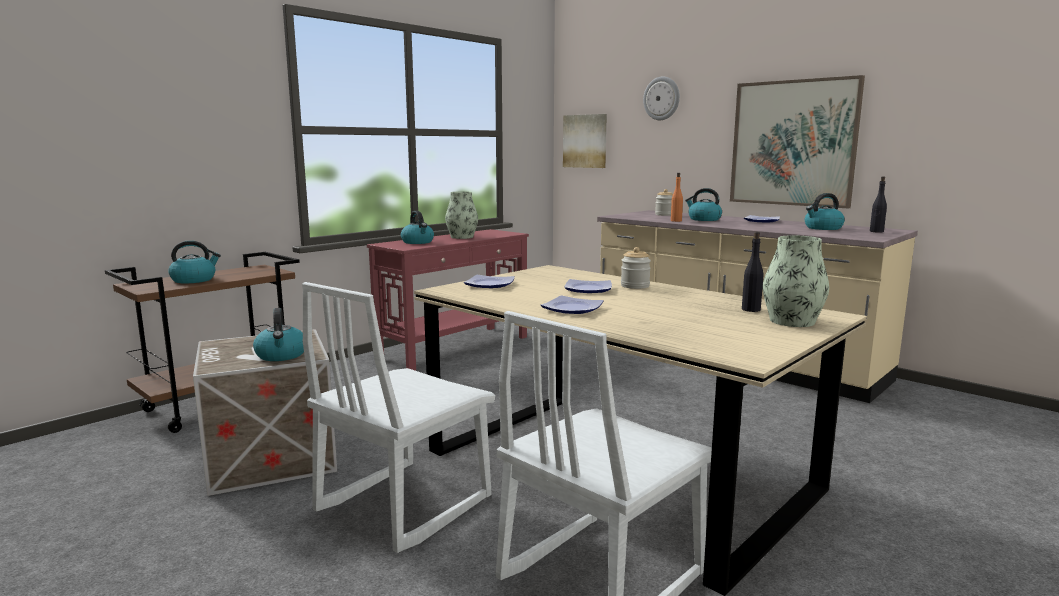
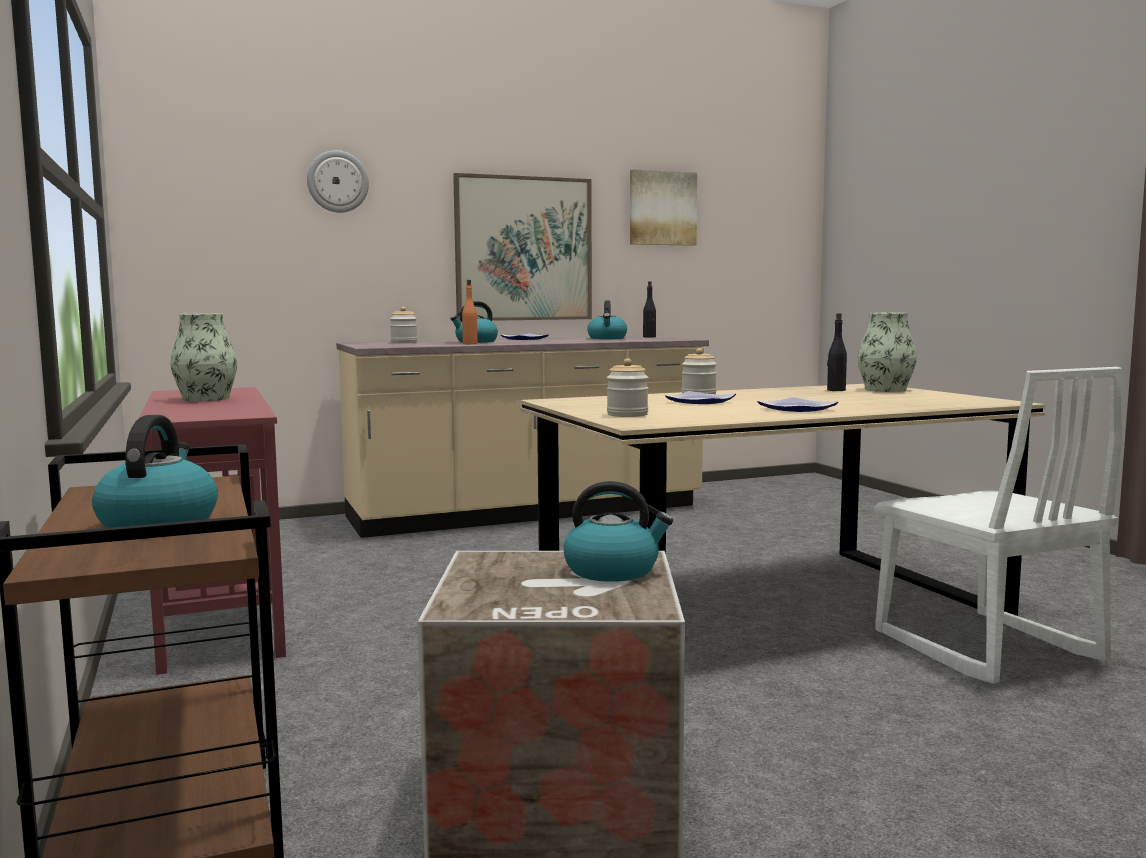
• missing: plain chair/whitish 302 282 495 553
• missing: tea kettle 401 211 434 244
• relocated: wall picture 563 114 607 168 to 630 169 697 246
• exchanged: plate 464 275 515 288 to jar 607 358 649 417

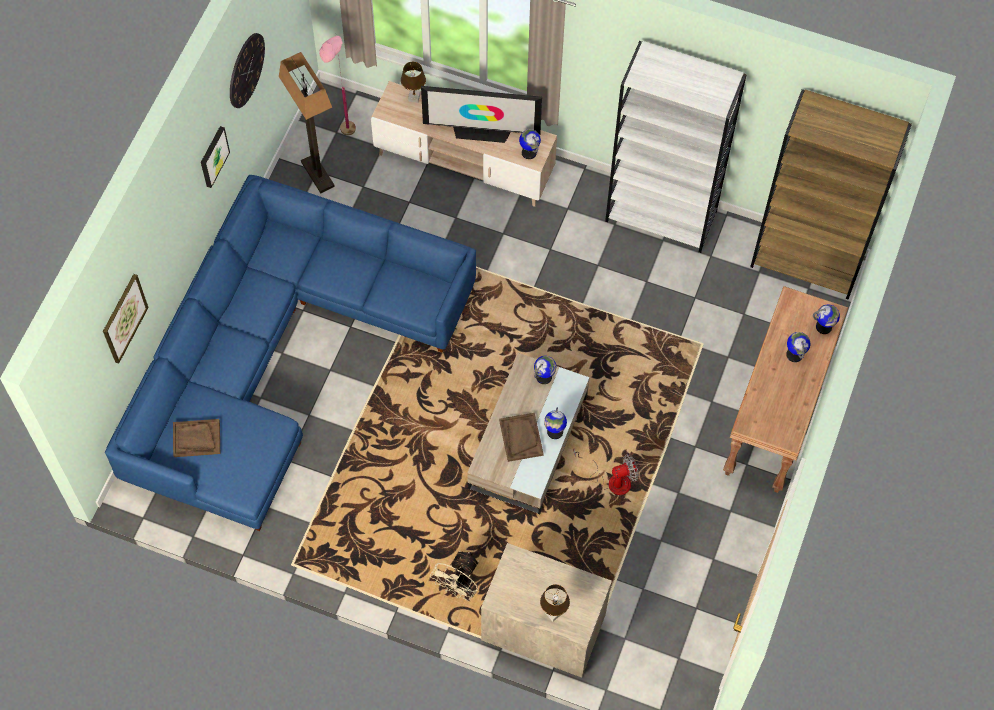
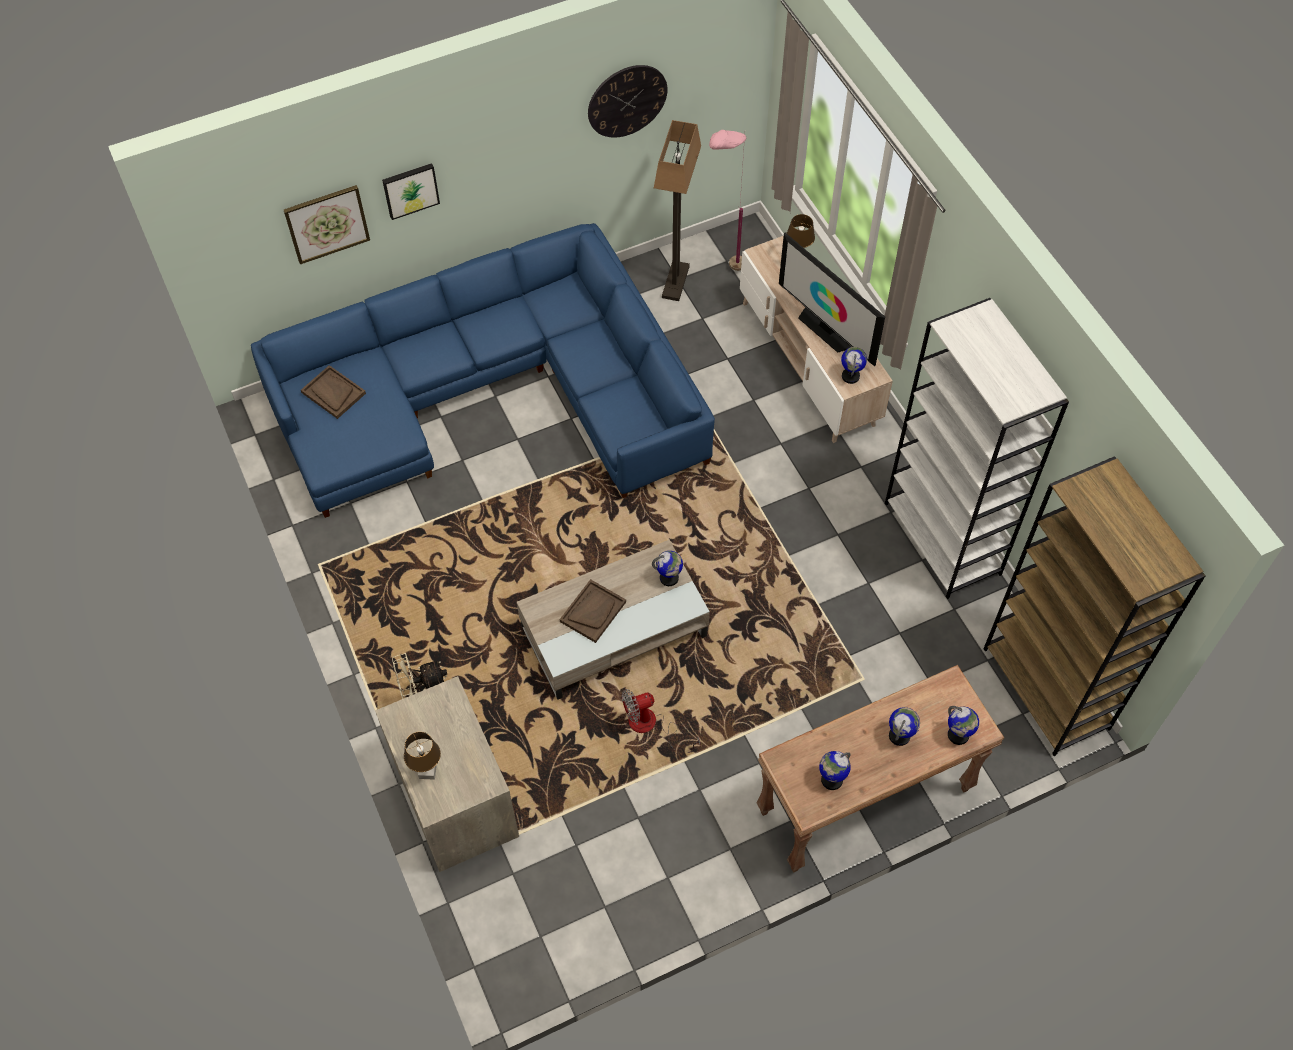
• relocated: wall picture 201 126 230 188 to 382 163 440 220
• relocated: world globe 544 407 567 439 to 819 751 851 790
• spun: electric fan 573 449 639 495 = 622 689 701 753 135 degrees clockwise

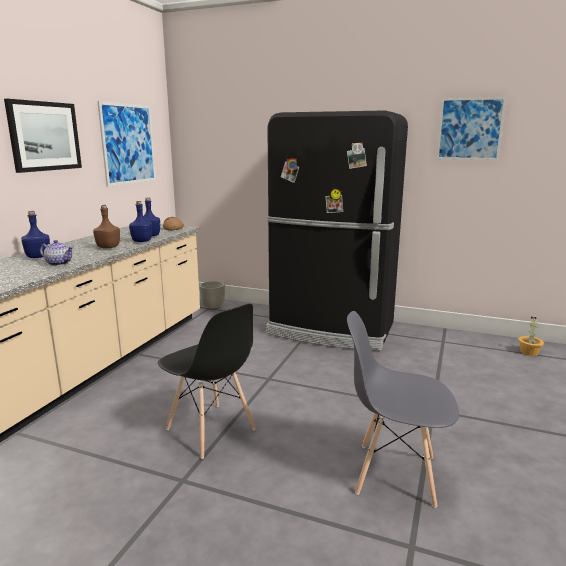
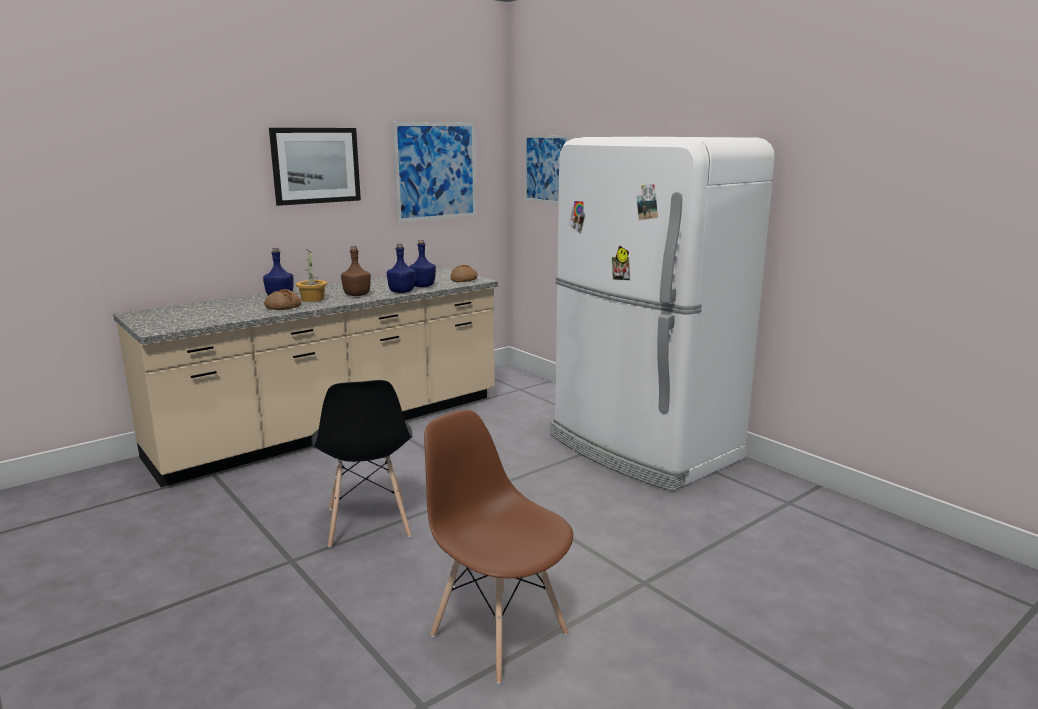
• missing: planter 199 281 225 310
• relocated: wall picture 437 97 506 160 to 525 135 569 204
• relocated: houseplant 518 317 544 356 to 296 250 327 302
• exchanged: pot for tea 40 240 74 266 to baked bread 264 289 301 310
• colour: refrigerator/black-coloured 266 110 408 351 to refrigerator/whitish 550 137 775 491
• colour: plain chair/gray 347 311 459 508 to plain chair/brown-coloured 424 410 573 684

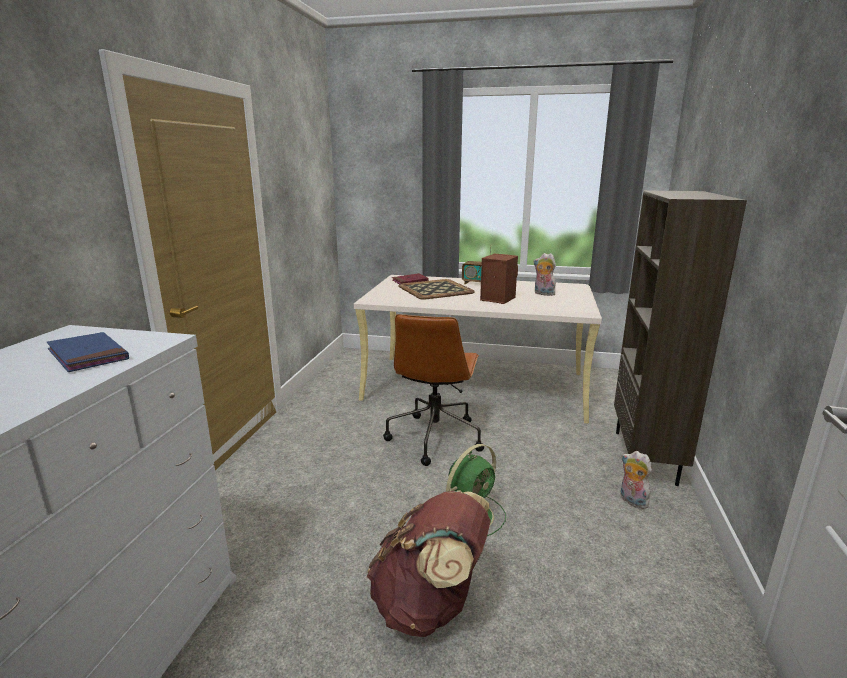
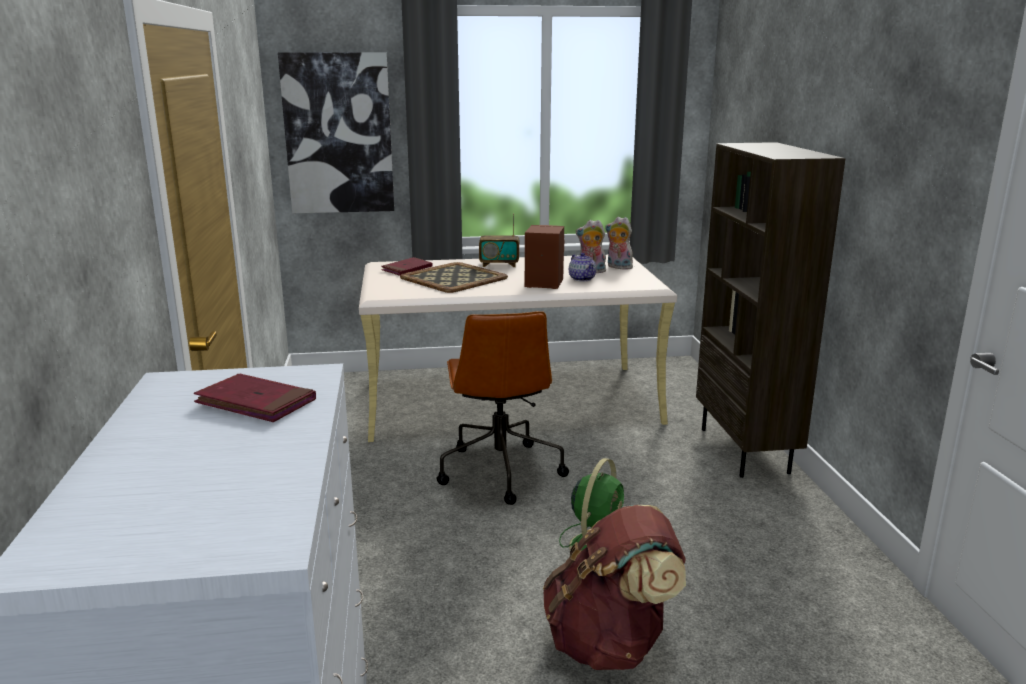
• appeared: wall picture 278 52 394 213
• appeared: pot for tea 569 253 596 282
• relocated: soft toy 621 451 652 509 to 605 217 633 270
• colour: bound book/blue 47 332 129 372 to bound book/red-coloured 194 374 316 422

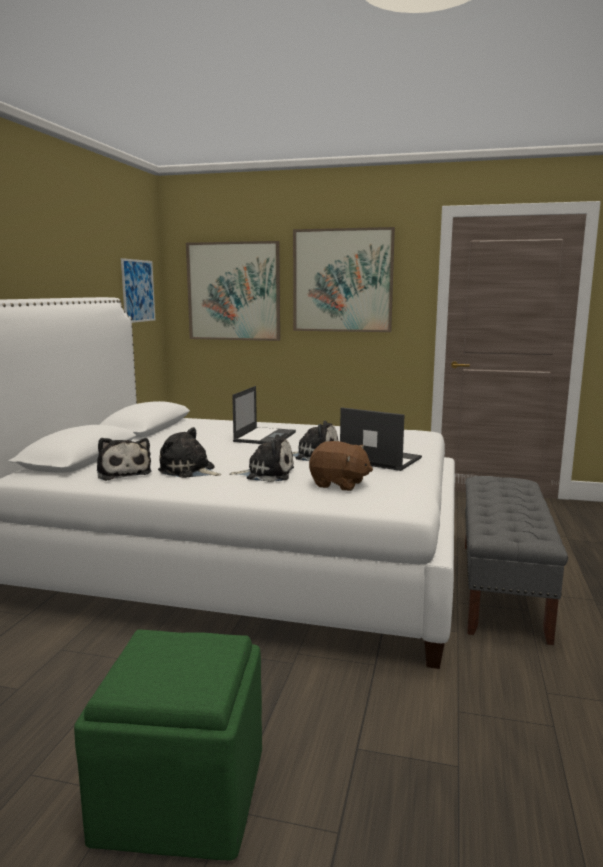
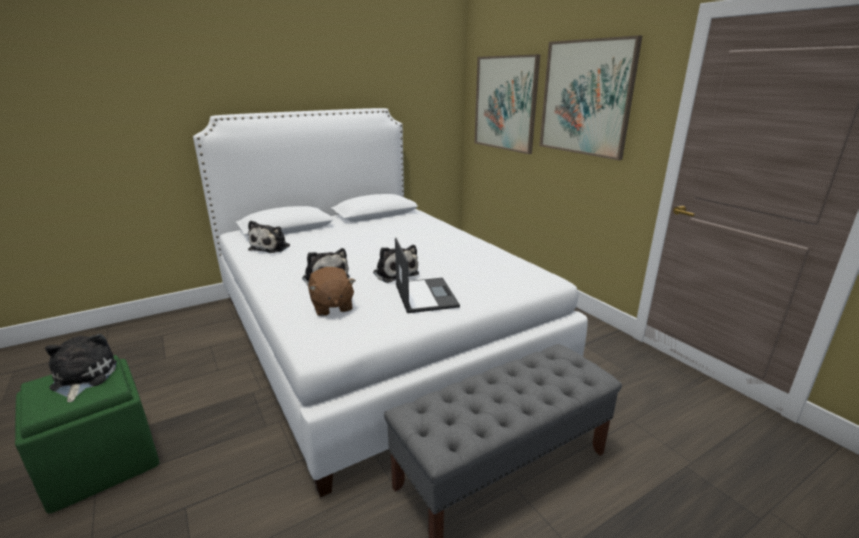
• missing: wall picture 121 258 155 323
• missing: laptop 232 386 296 444
• relocated: soft toy 158 427 222 478 to 45 334 117 402

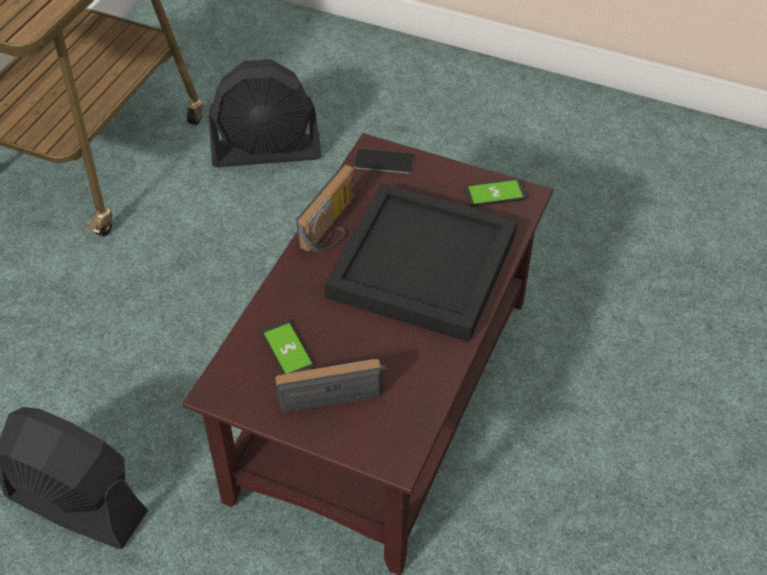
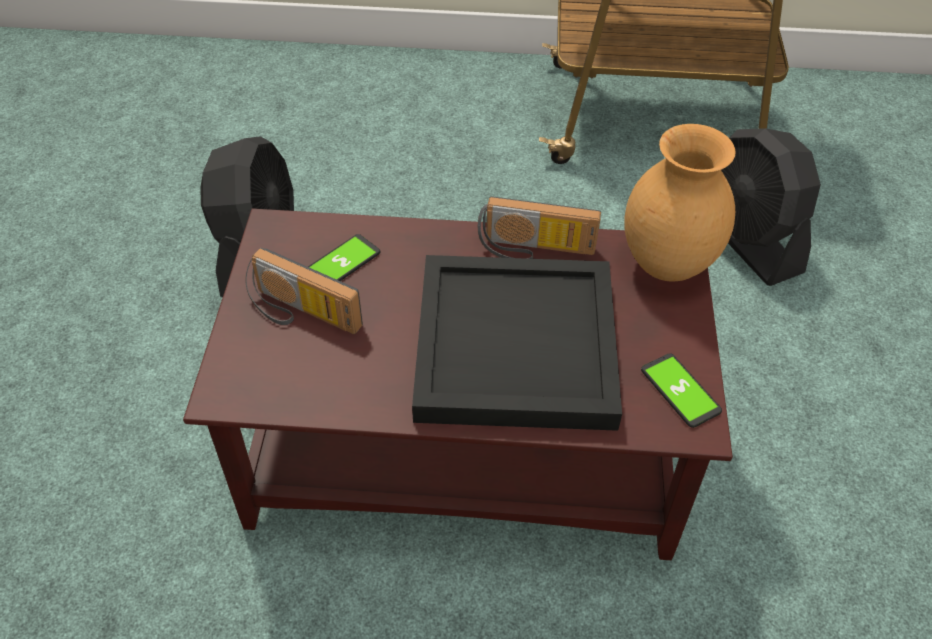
• exchanged: telephone 354 149 414 174 to flower vase/brown-coloured 624 124 736 282
• spun: radio 275 359 387 413 = 245 248 363 334 150 degrees clockwise

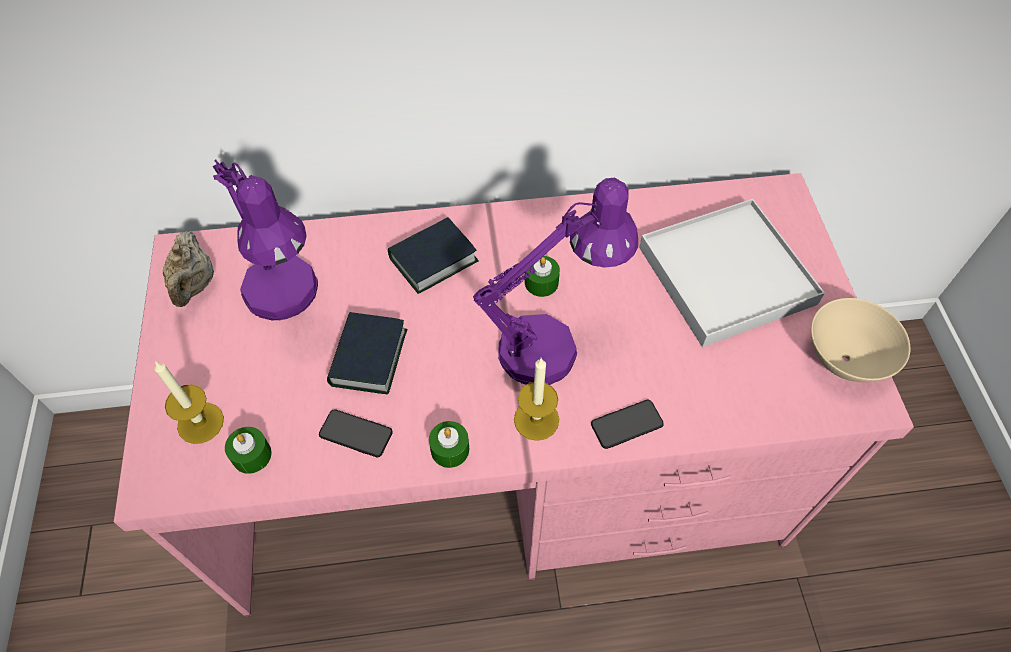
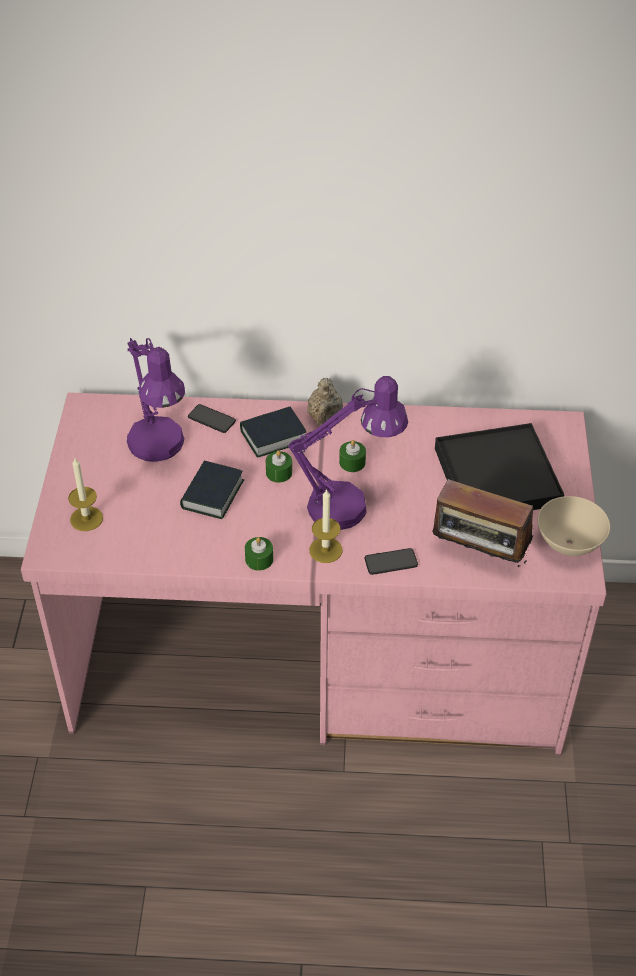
• appeared: radio 432 479 533 567
• relocated: pot for tea/beige-coloured 162 231 214 307 to 307 378 343 427
• relocated: wax light/greenish 225 427 272 474 to 266 450 292 483
• relocated: telephone 319 409 393 457 to 188 404 236 433
• colour: tray/whitish 639 199 825 347 to tray/black-coloured 435 423 564 510

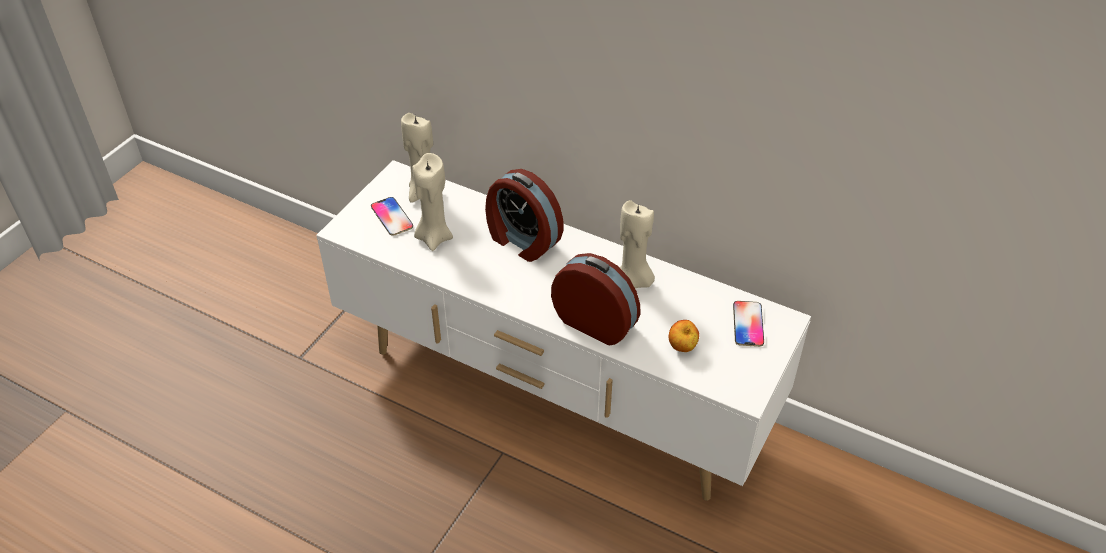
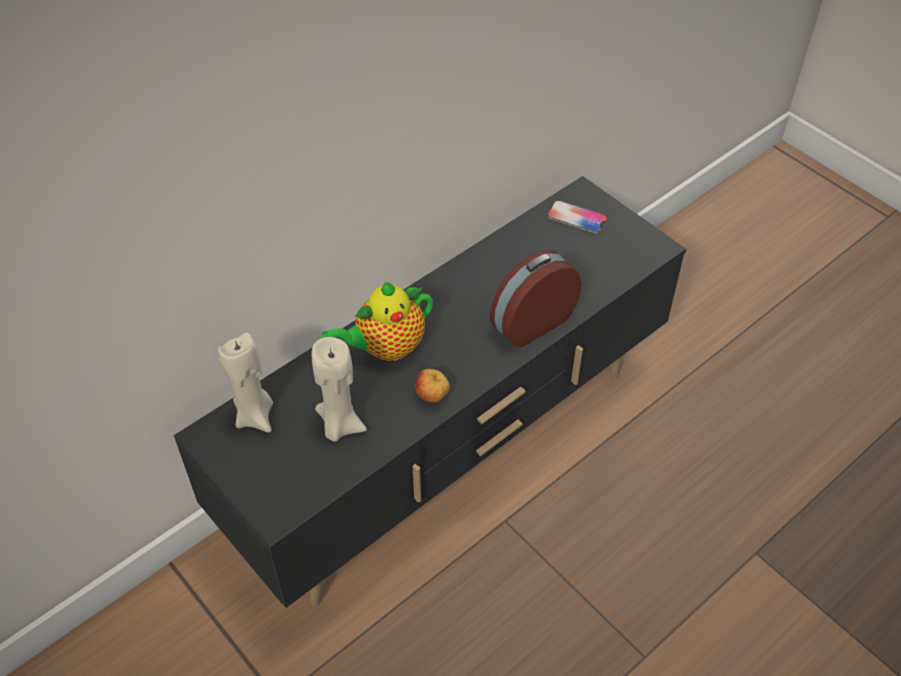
• missing: telephone 371 197 413 236
• missing: wax light/beige-coloured 620 200 655 288
• relocated: apple fruit 669 320 699 352 to 415 369 450 403
• exchanged: alarm clock 485 169 564 262 to pot for tea 322 282 433 361
• colour: media console/whitish 316 160 811 501 to media console/black-coloured 174 176 686 608

